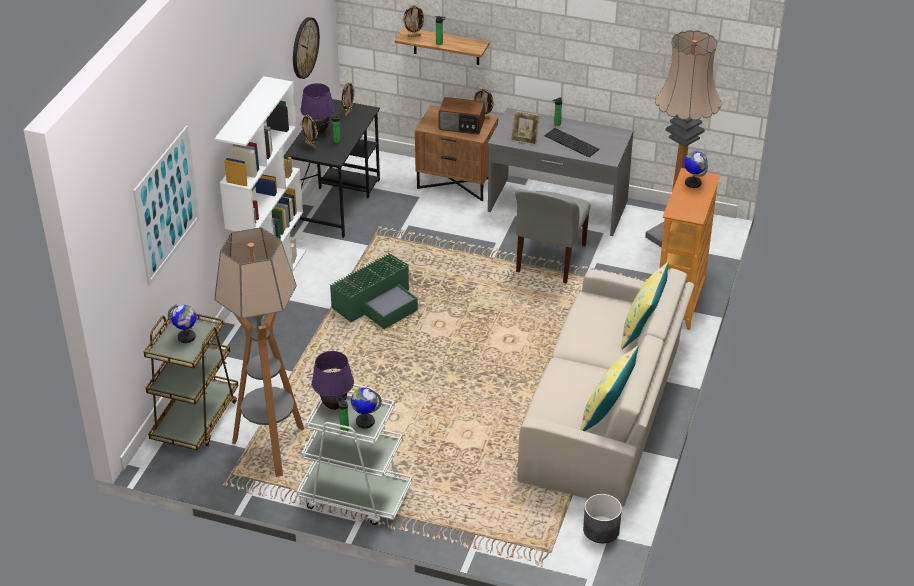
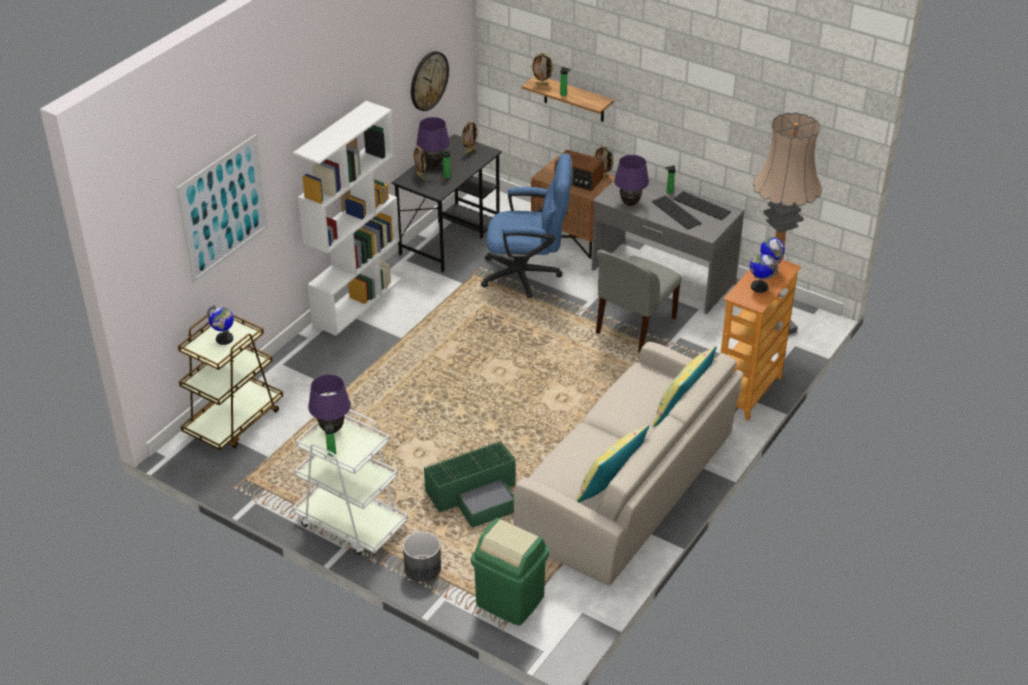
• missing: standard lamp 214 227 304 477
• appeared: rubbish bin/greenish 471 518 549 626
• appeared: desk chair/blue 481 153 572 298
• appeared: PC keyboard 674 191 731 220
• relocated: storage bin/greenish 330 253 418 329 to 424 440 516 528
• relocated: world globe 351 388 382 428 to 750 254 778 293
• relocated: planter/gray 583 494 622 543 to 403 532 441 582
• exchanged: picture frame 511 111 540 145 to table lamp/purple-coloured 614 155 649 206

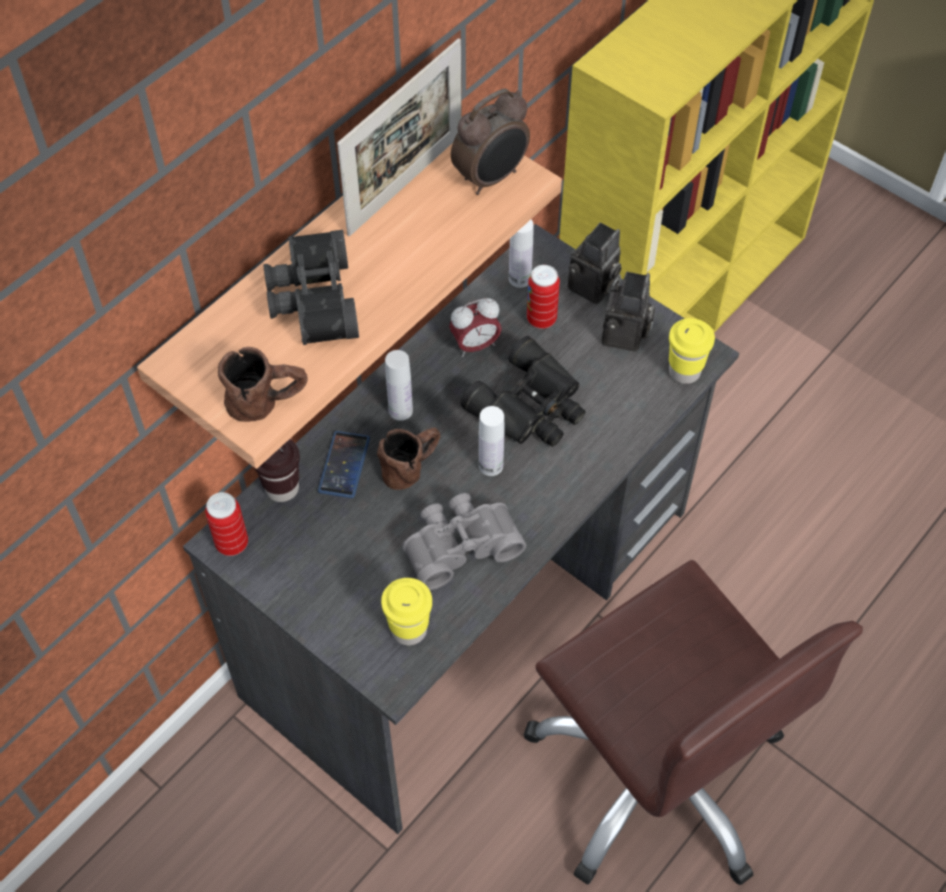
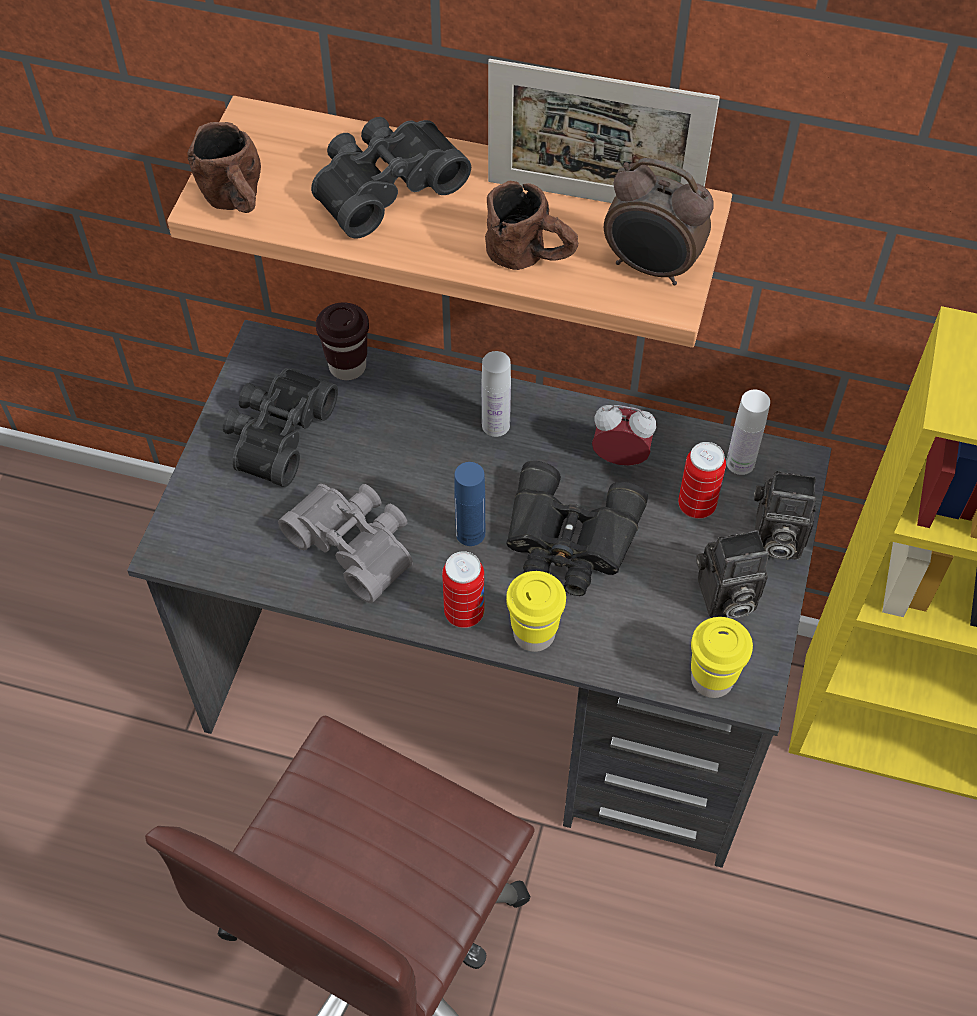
• missing: telephone 318 431 370 498
• appeared: binoculars/black-coloured 223 368 338 487
• relocated: metal can 205 492 248 556 to 442 551 484 628
• relocated: mug/brown-coloured 377 428 441 490 to 485 181 578 270
• relocated: small cup/yellow 381 578 432 645 to 506 571 566 652
• colour: drink bottle/whitish 479 406 505 476 to drink bottle/blue 454 462 485 546
• spun: alarm clock 449 298 502 357 = 592 405 656 466 150 degrees clockwise

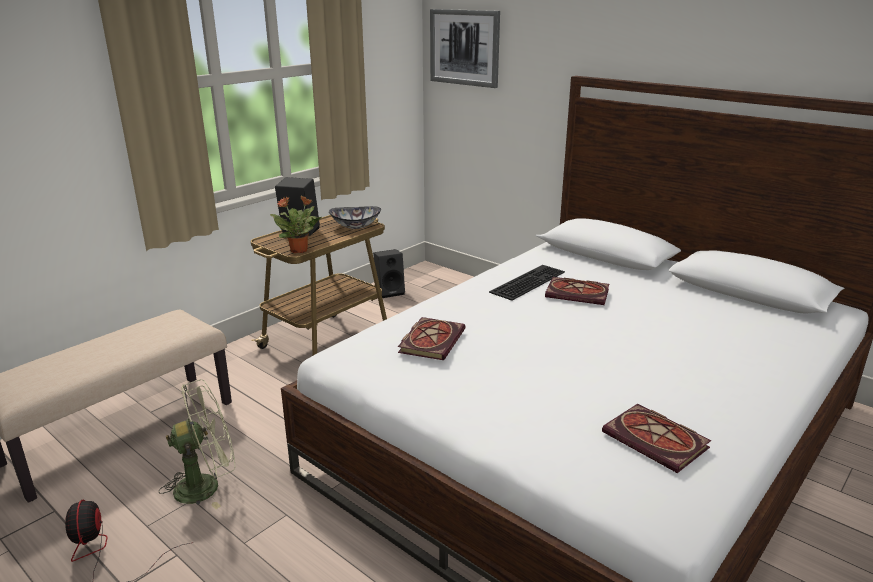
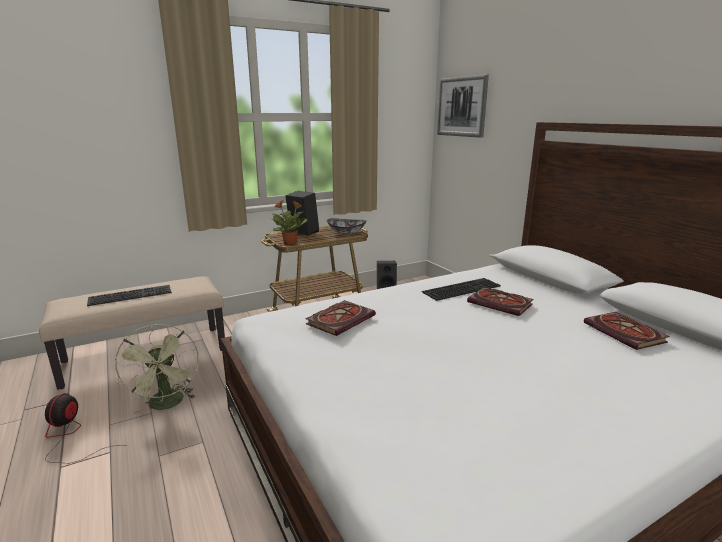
• appeared: PC keyboard 87 285 171 306
• relocated: bound book 602 404 711 473 to 584 312 670 350
• spun: electric fan/greenish 159 379 235 509 = 114 324 199 414 75 degrees clockwise

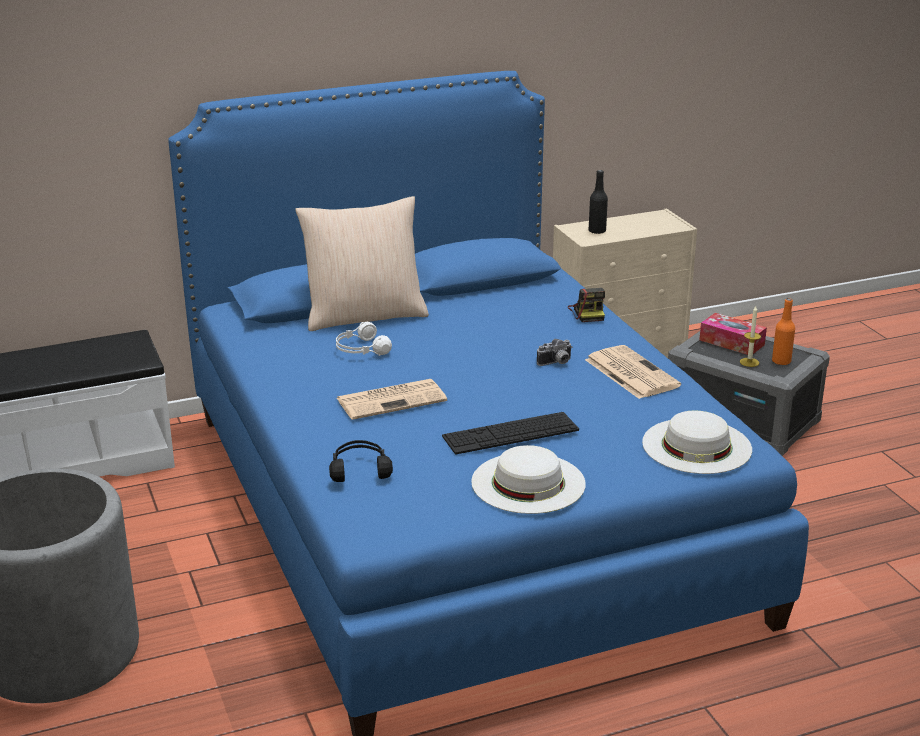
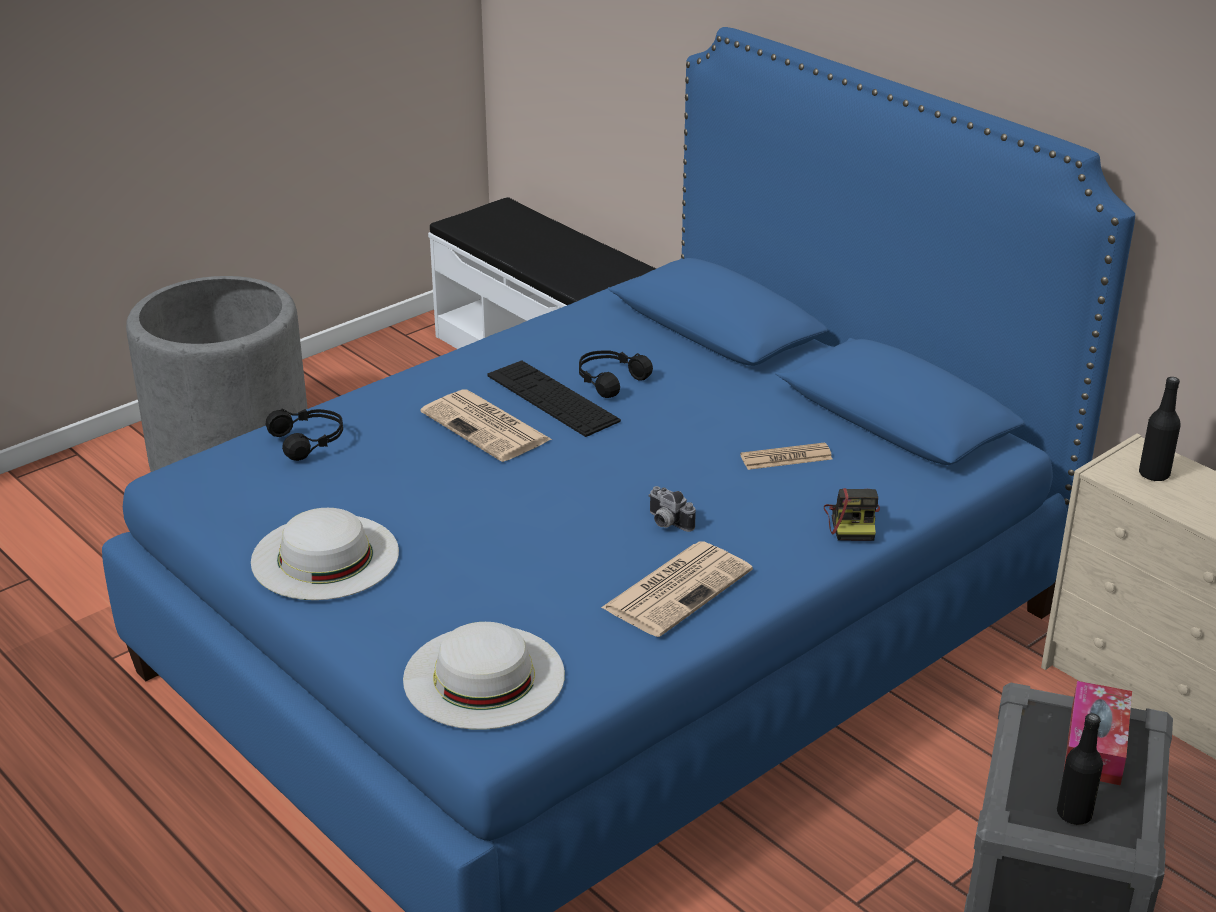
• missing: pillow/beige-coloured 295 196 429 331
• missing: wax light 740 306 761 367
• appeared: newspaper 740 442 833 470
• relocated: PC keyboard 442 412 579 455 to 487 360 621 437
• colour: headset/whitish 336 322 392 356 to headset/black-coloured 579 350 653 398
• colour: drink bottle/orange 772 298 795 365 to drink bottle/black-coloured 1057 713 1103 825
• spun: still camera 568 288 605 322 = 824 488 880 541 60 degrees counterclockwise

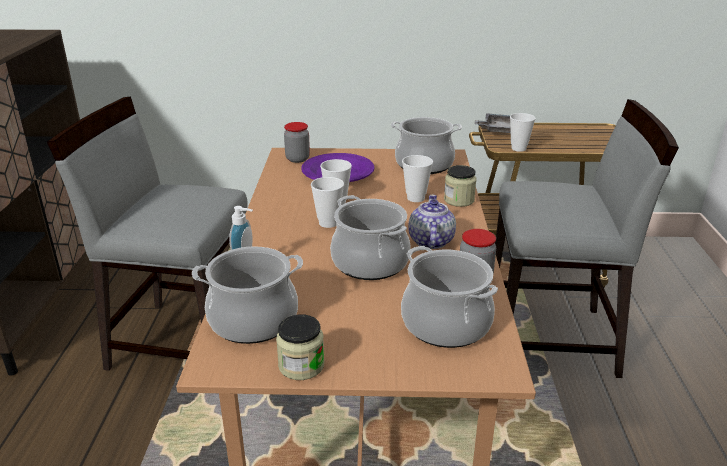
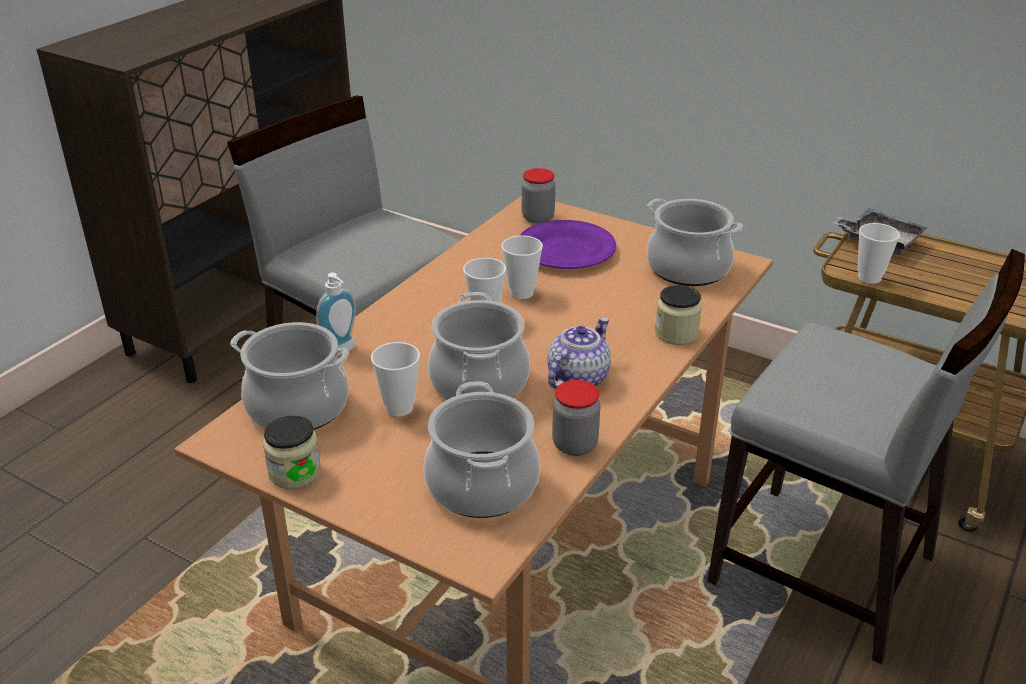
• relocated: small cup 402 155 433 202 to 371 342 420 417

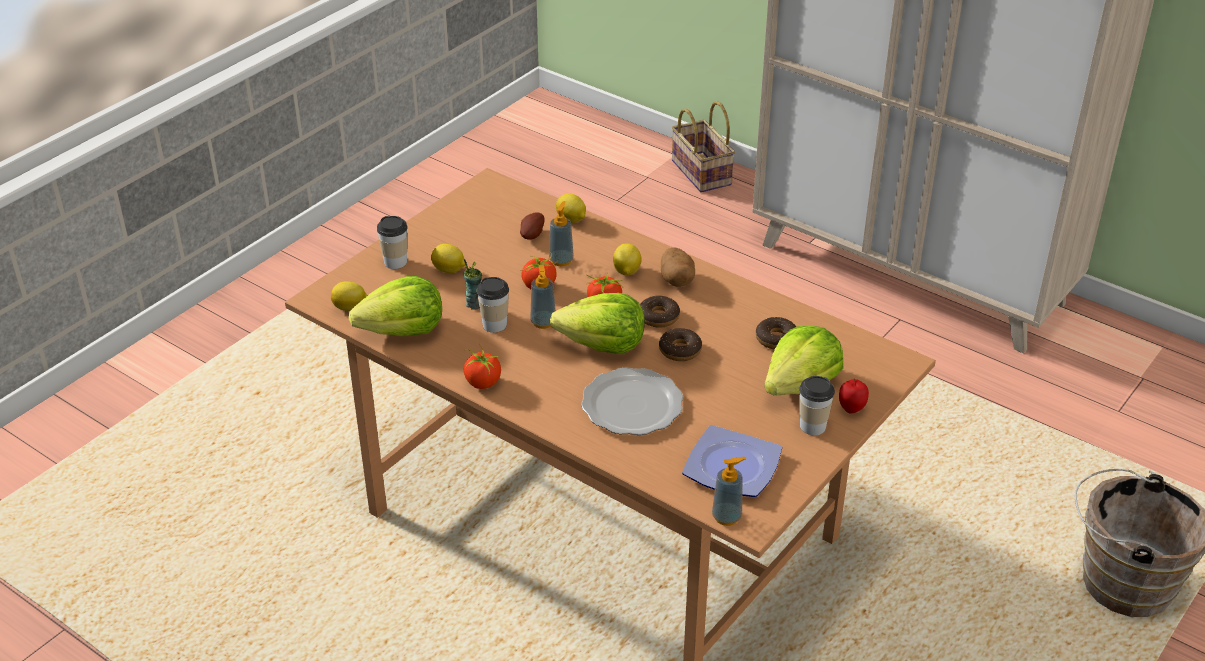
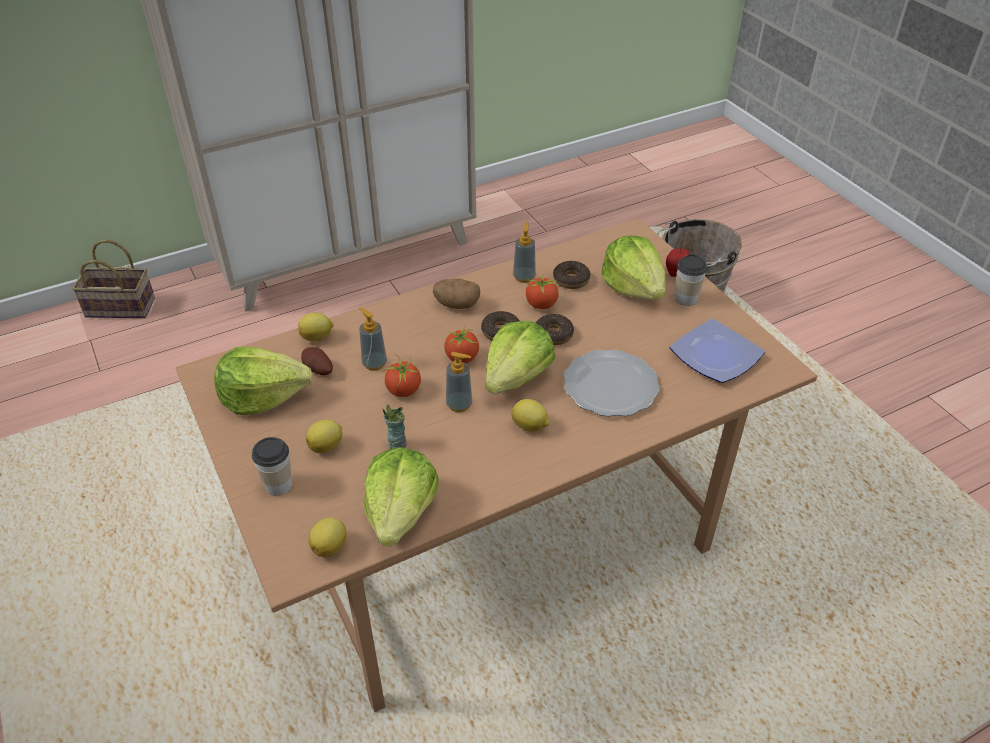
• missing: small cup 477 277 509 333
• appeared: lettuce 214 347 312 415
• relocated: tomato 464 344 501 389 to 525 274 560 309
• relocated: citrus fruit 613 243 642 275 to 511 399 549 432
• relocated: soap dispenser 712 457 746 526 to 513 222 536 283

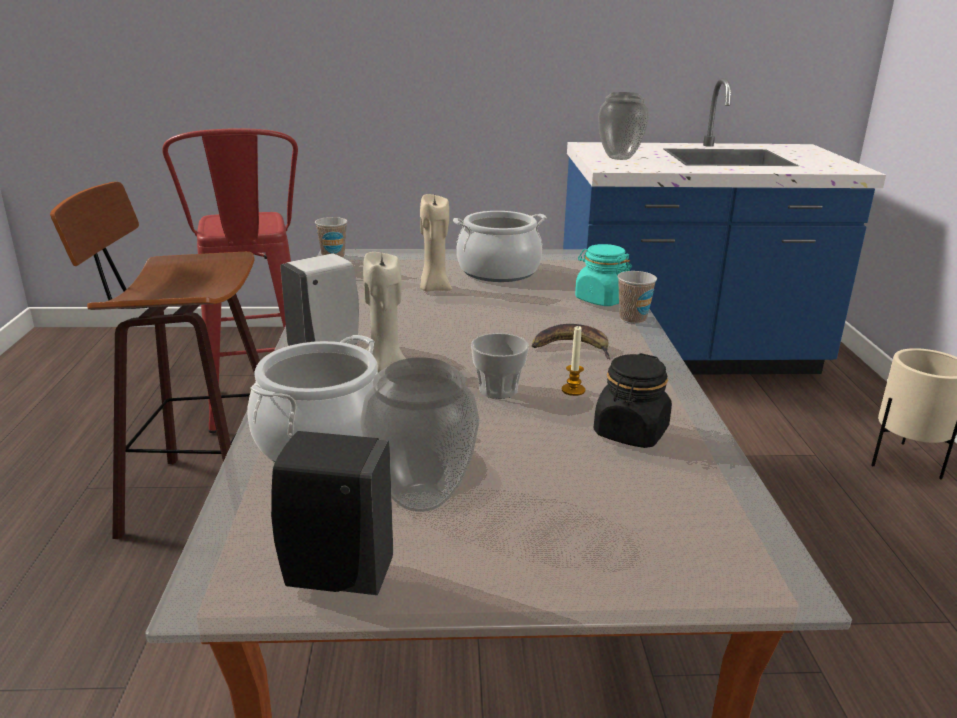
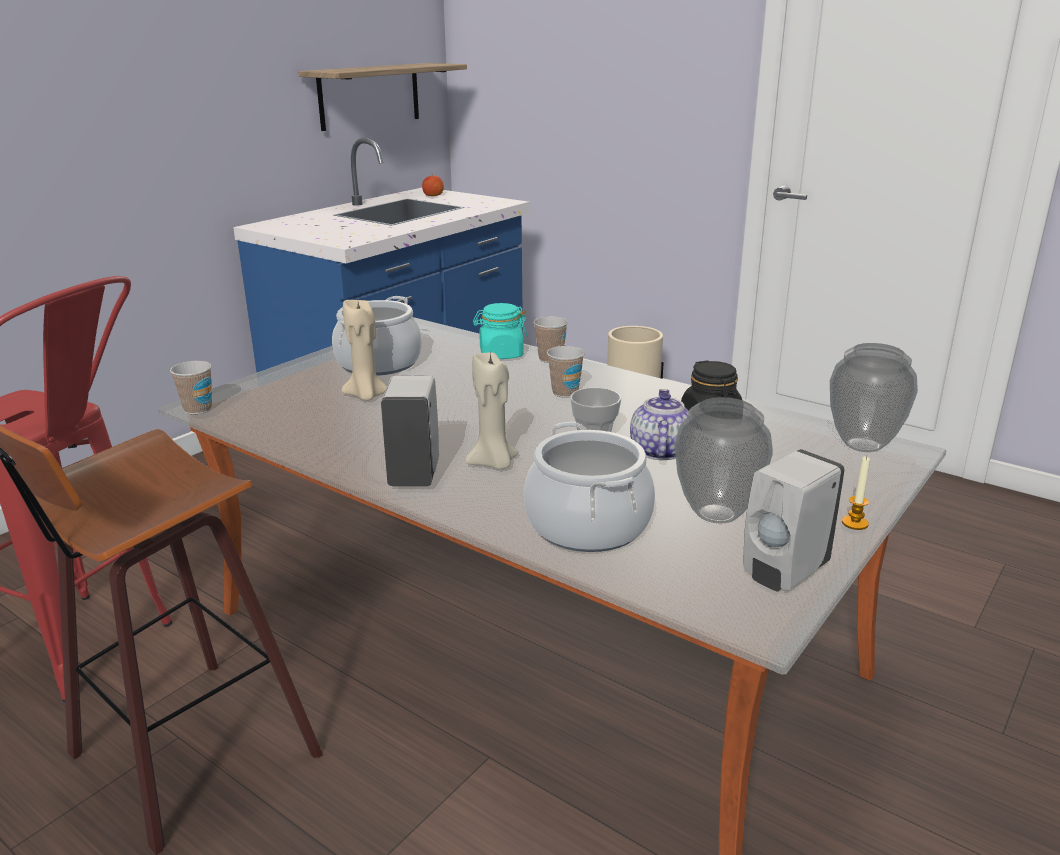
• appeared: shelf 298 63 467 131
• appeared: apple fruit 422 176 444 196
• appeared: pot for tea 630 389 689 460
• relocated: wax light 562 326 585 396 to 842 456 870 530
• relocated: flower vase 598 92 649 160 to 830 343 918 452
• exchanged: whole banana 532 324 610 359 to small cup 547 346 585 397
• colour: soap dispenser/black-coloured 271 431 393 595 to soap dispenser/whitish 744 449 845 592

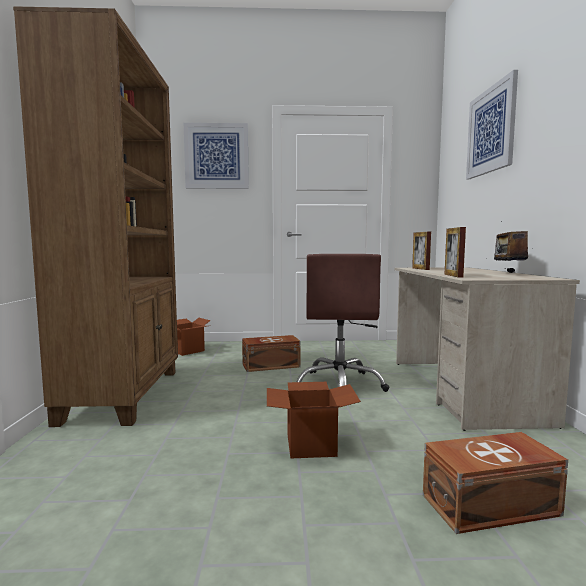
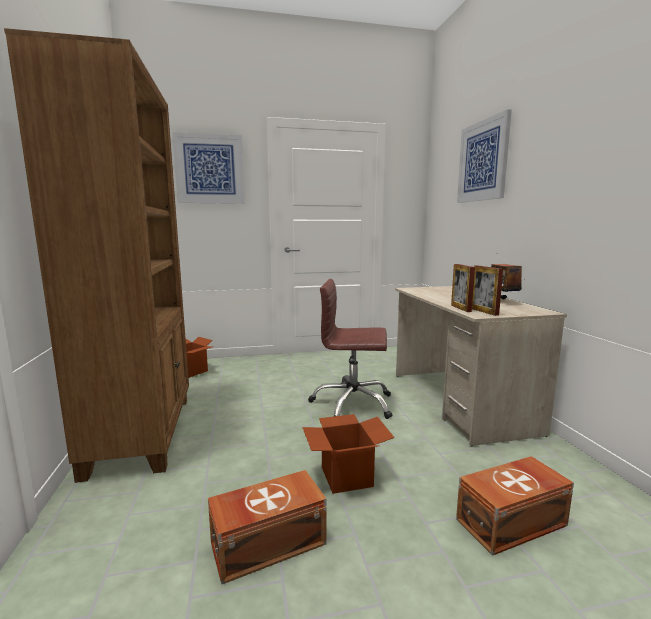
• relocated: storage bin/brown-coloured 242 335 301 372 to 208 470 327 585
• relocated: picture frame 412 232 431 270 to 472 265 503 316
• spun: desk chair/brown-coloured 296 254 389 392 = 308 279 392 419 105 degrees clockwise

